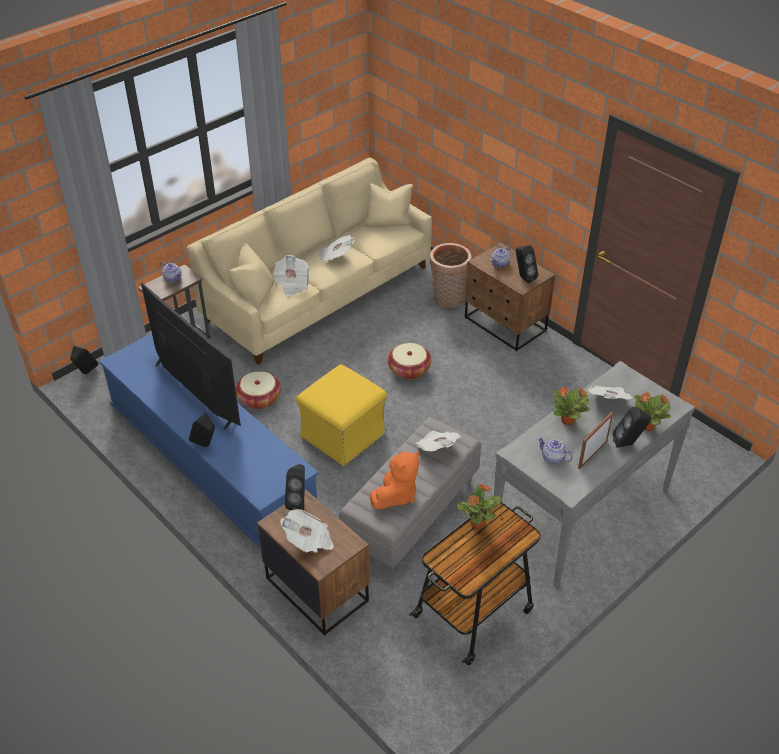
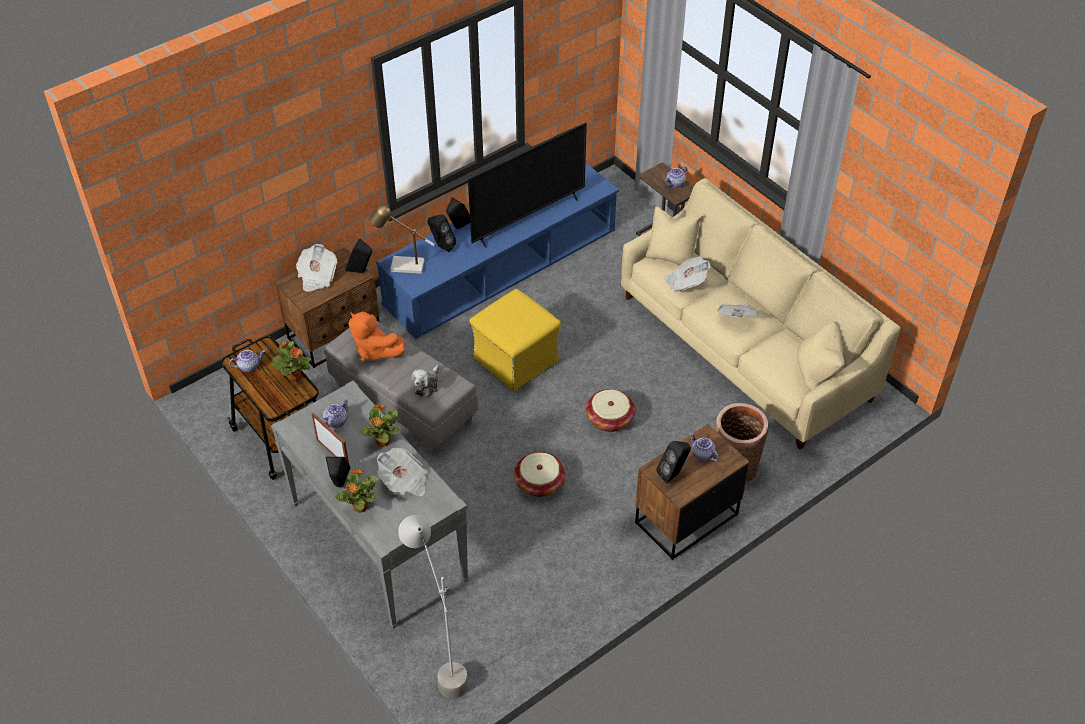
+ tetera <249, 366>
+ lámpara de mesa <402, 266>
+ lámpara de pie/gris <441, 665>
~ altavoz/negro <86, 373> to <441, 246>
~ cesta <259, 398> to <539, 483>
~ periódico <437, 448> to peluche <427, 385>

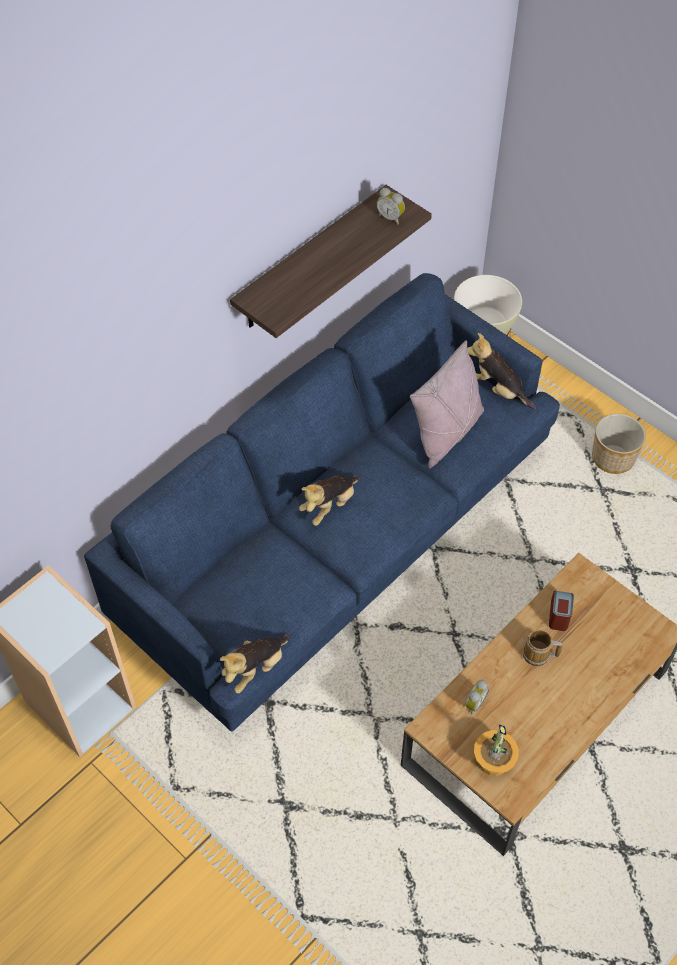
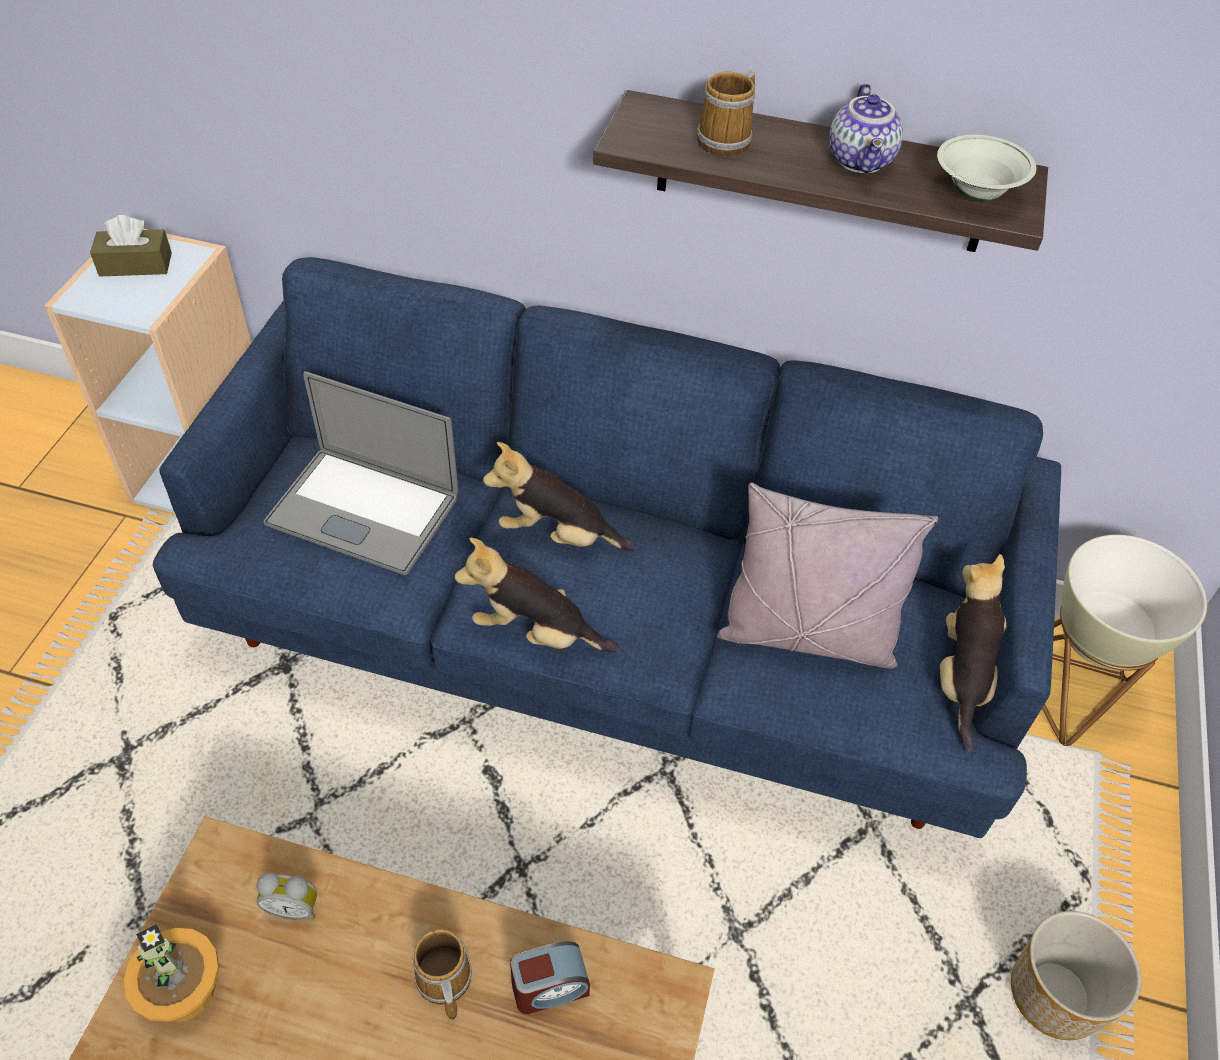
+ caja de pañuelos/marrón <135, 264>
+ portátil <363, 510>
+ taza grande <727, 140>
+ tetera <862, 161>
~ peluche <255, 668> to <536, 632>
~ despertador <391, 217> to cuenco/blanco <976, 193>

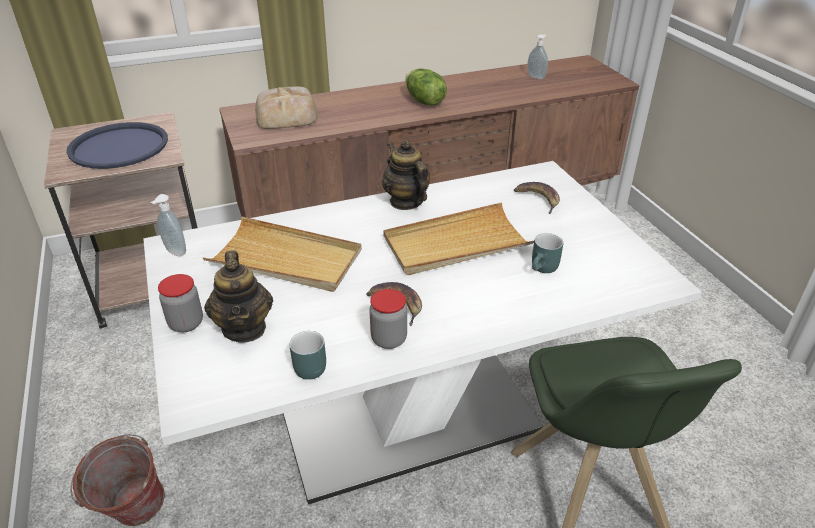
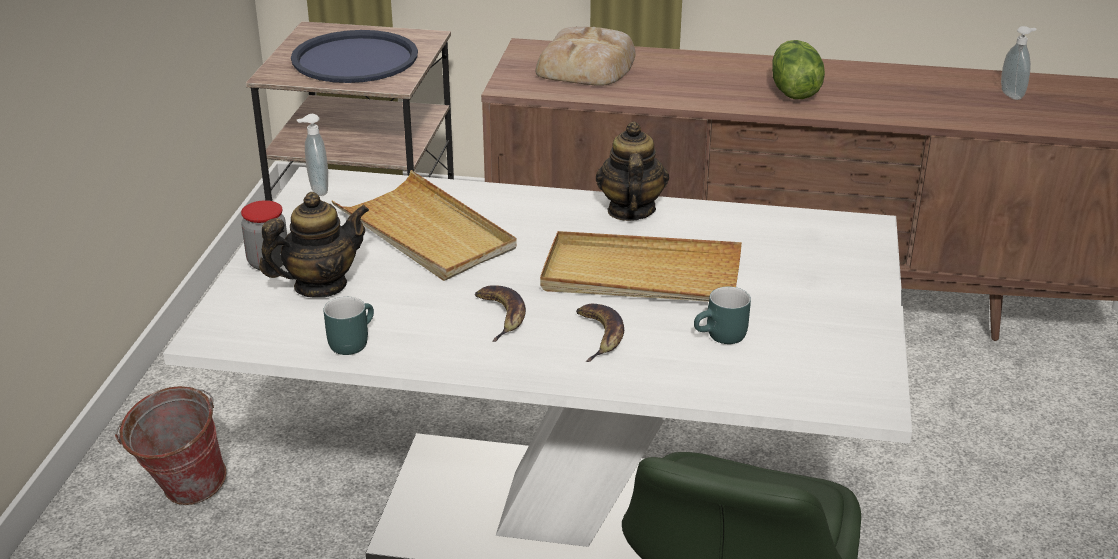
- tarro <389, 339>
~ plátano <538, 199> to <600, 336>
~ tetera <244, 328> = <320, 286> 135 degrees counterclockwise

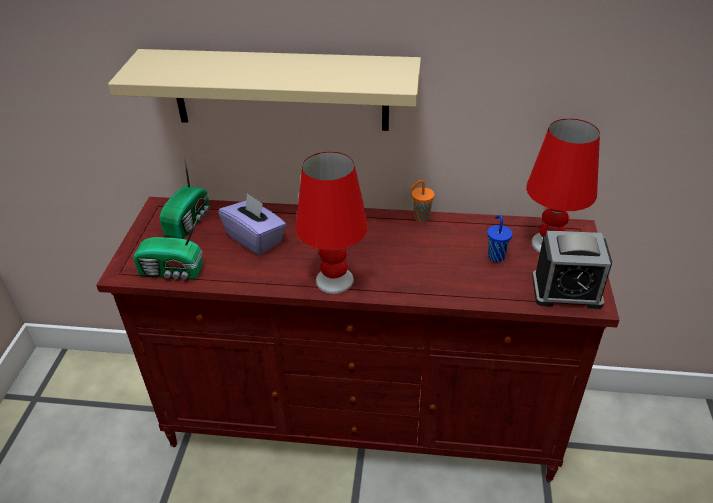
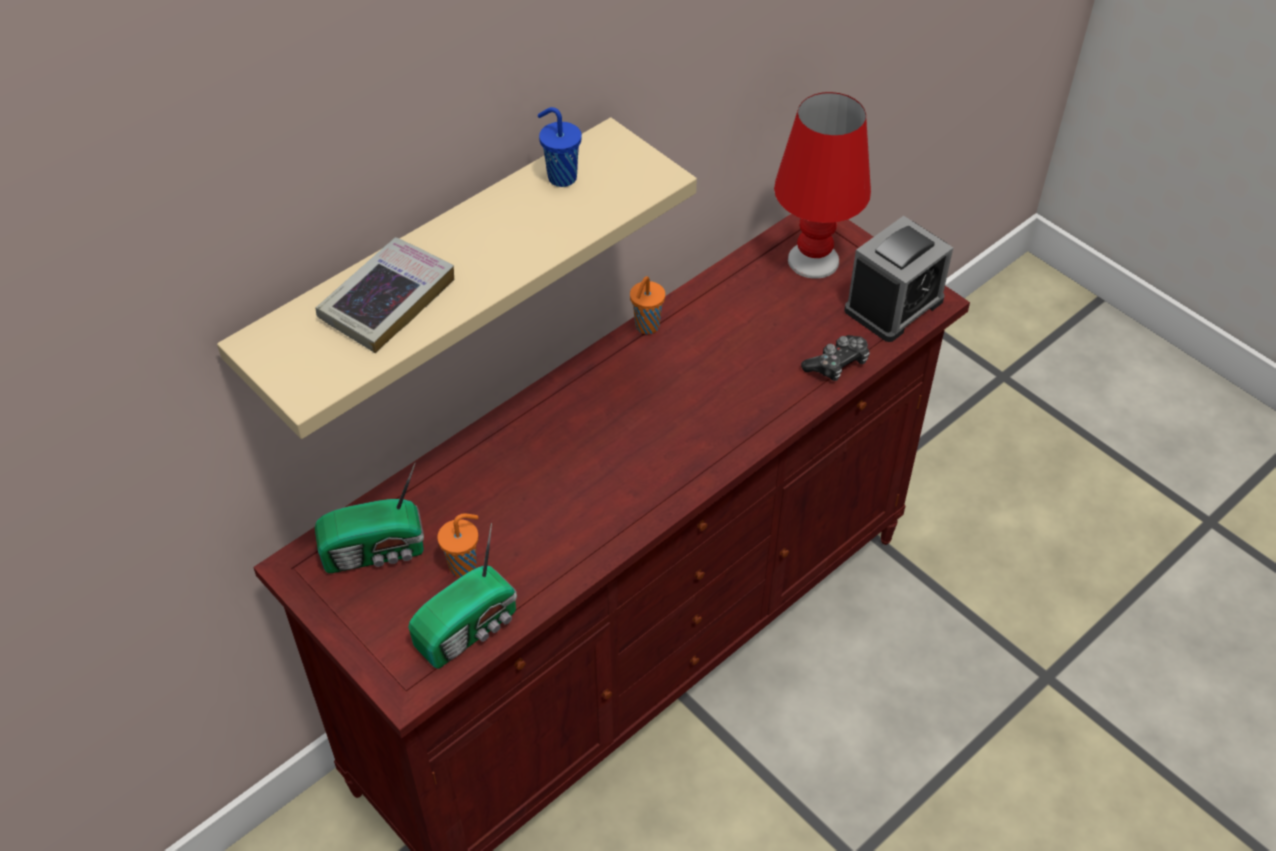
- caja de pañuelos/morado <255, 239>
- lámpara de mesa/rojo <334, 280>
+ libro <387, 301>
+ taza/naranja <464, 565>
+ mando de consola <837, 364>
~ taza/azul <495, 256> to <560, 177>
~ radio <190, 221> = <376, 551> 105 degrees clockwise

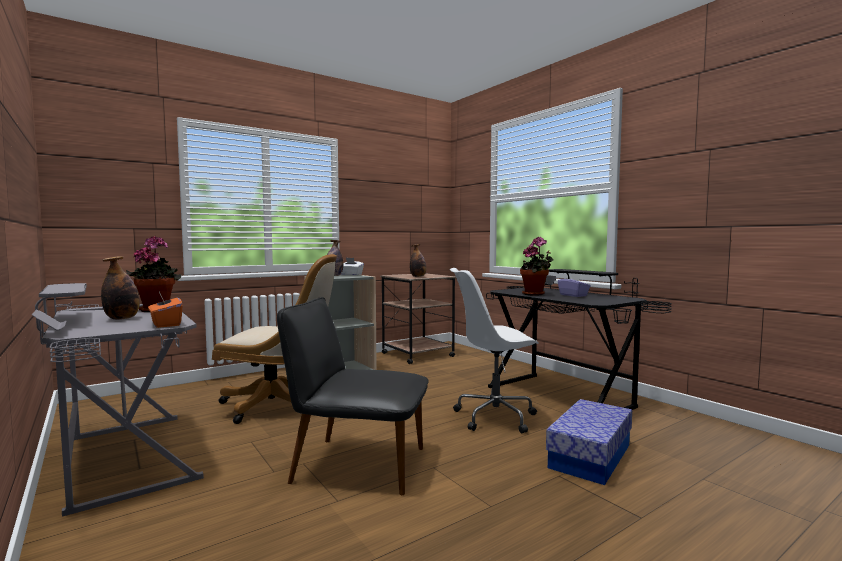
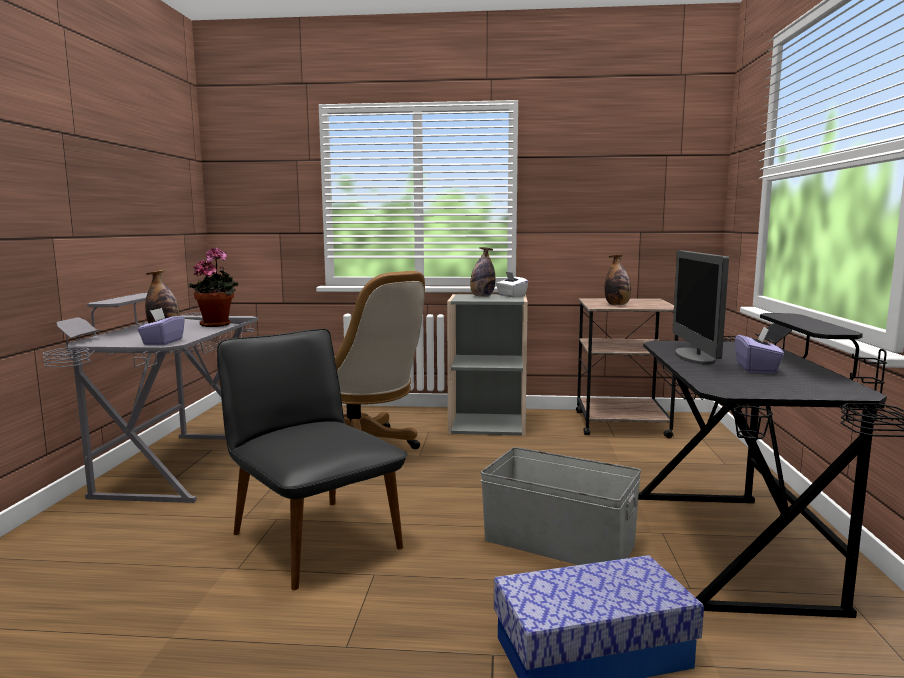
~ silla de oficina/blanco <493, 417> to caja de almacenaje/gris <558, 542>
~ planta en maceta <535, 294> to monitor <694, 357>
~ caja de pañuelos/naranja <165, 324> to caja de pañuelos/morado <162, 342>

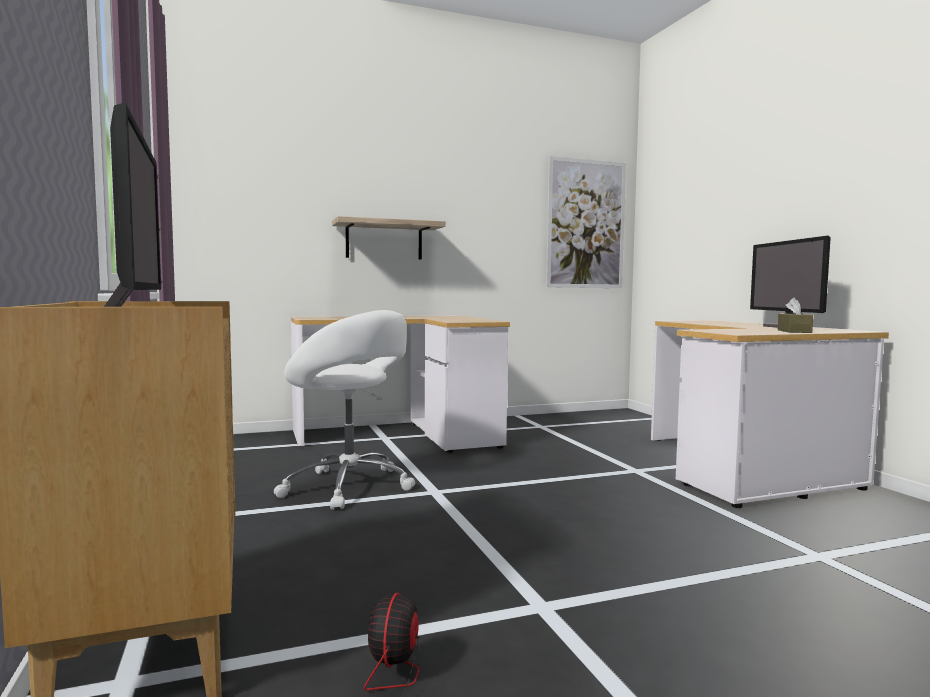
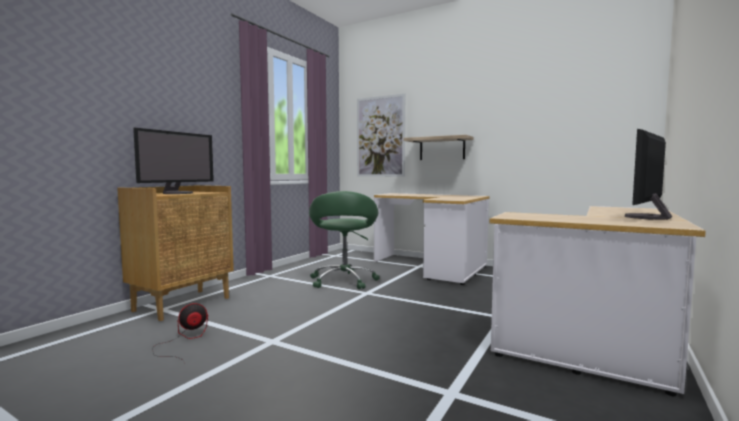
- caja de pañuelos/marrón <794, 331>
~ cuadro <586, 224> to <380, 136>
~ silla de oficina/blanco <350, 487> to silla de oficina/verde <343, 281>

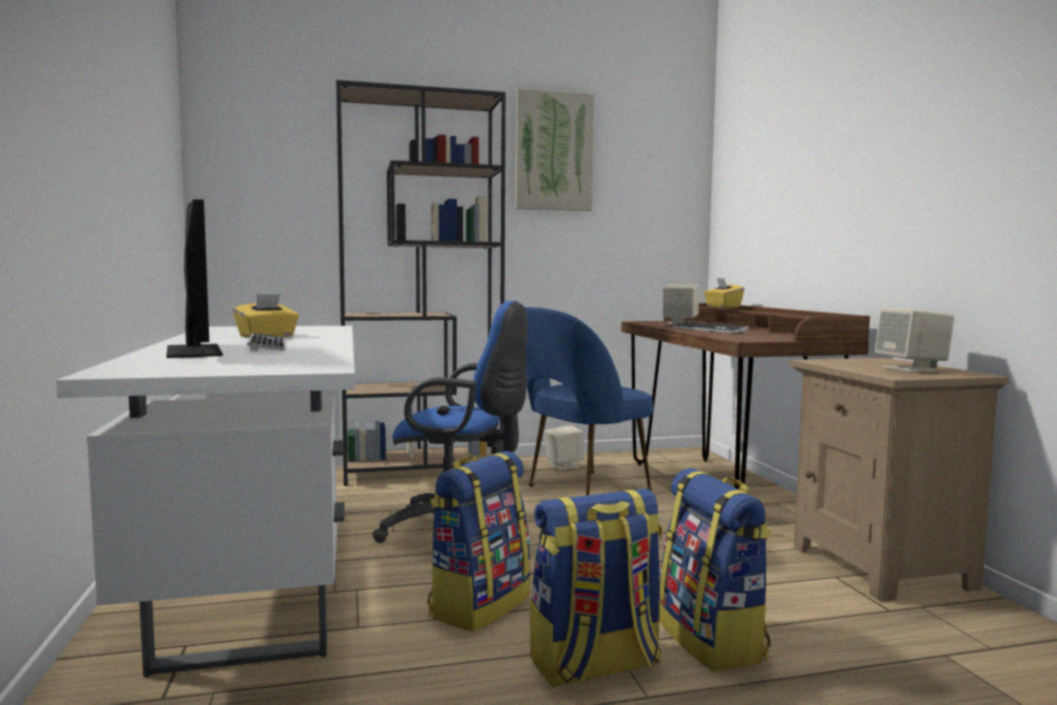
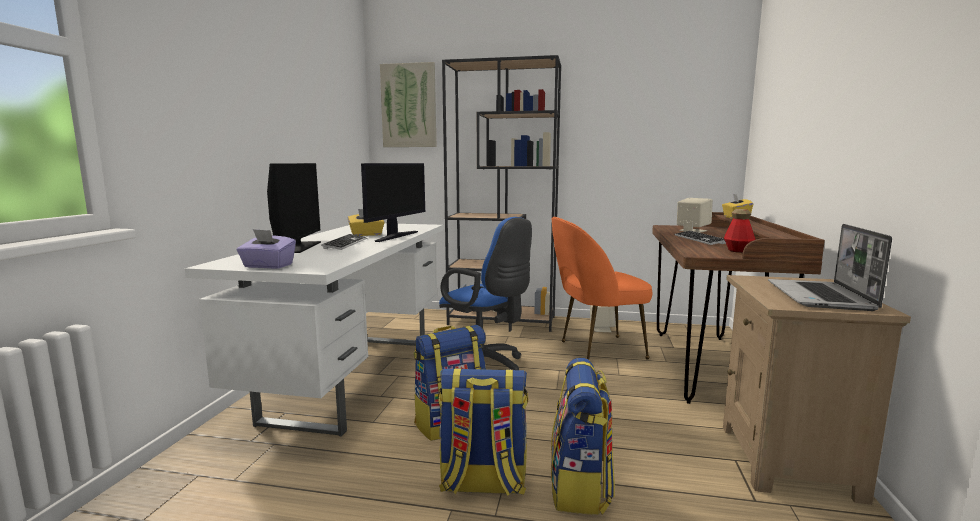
+ caja de pañuelos/morado <268, 266>
+ monitor <395, 236>
+ botella <738, 251>
~ cuadro <553, 151> to <409, 106>
~ altavoz/beis <912, 369> to portátil <821, 297>
~ silla/azul <581, 490> to silla/naranja <595, 350>

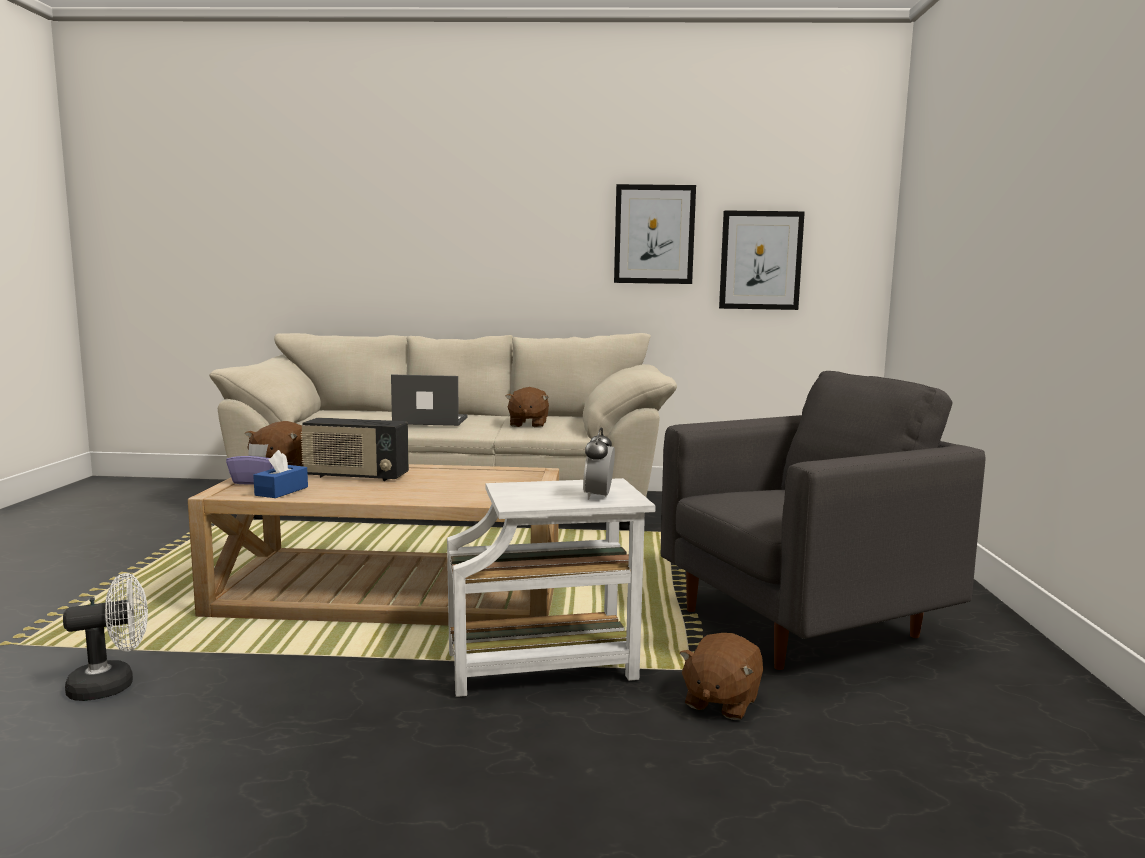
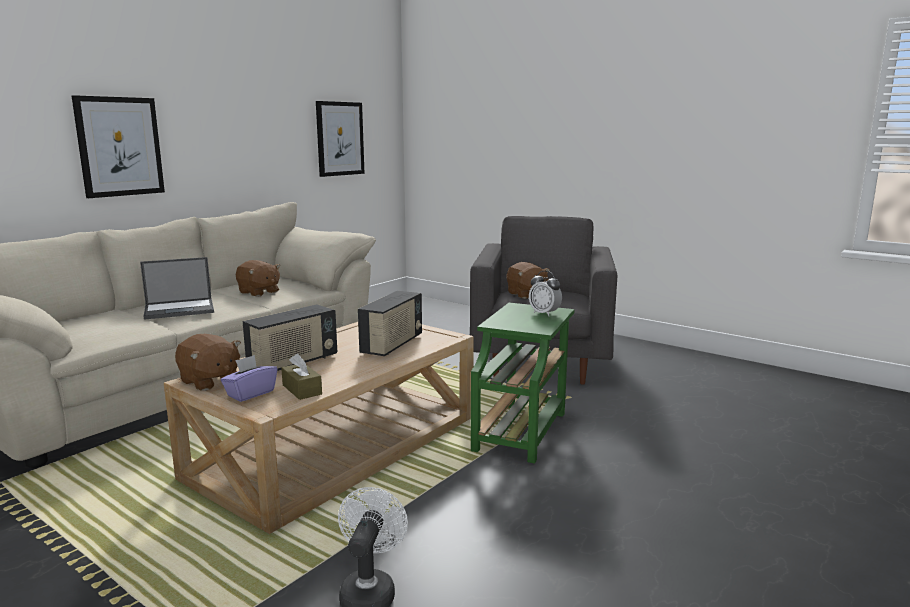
+ radio <392, 345>
~ cuadro <654, 234> to <119, 146>
~ peluche/marrón <720, 701> to <526, 294>
~ caja de pañuelos/azul <281, 491> to caja de pañuelos/marrón <302, 390>
~ mesa auxiliar/blanco <547, 666> to mesa auxiliar/verde <521, 430>
~ portátil <429, 420> = <180, 309> 150 degrees counterclockwise

